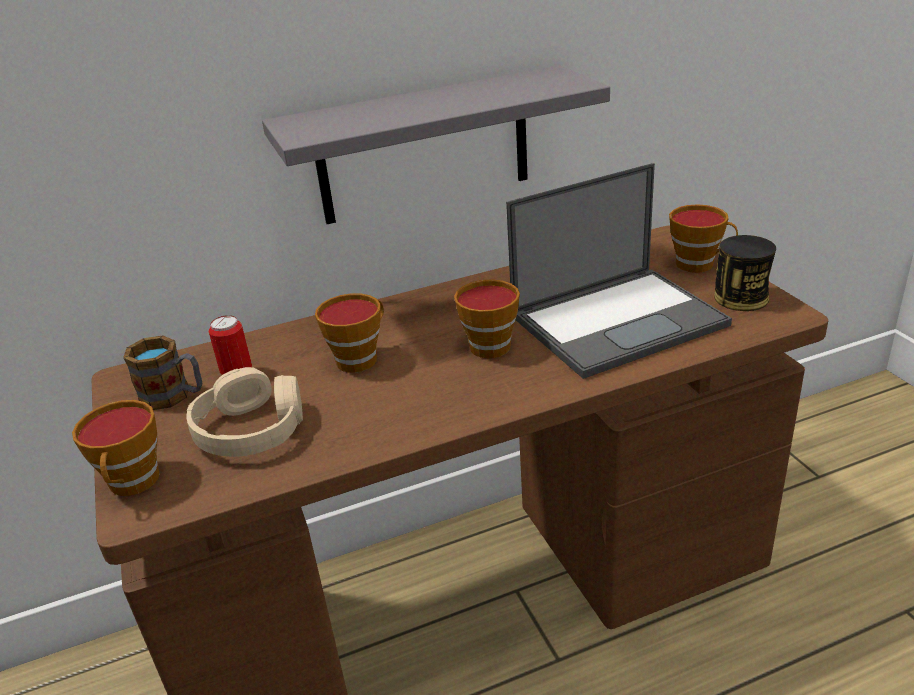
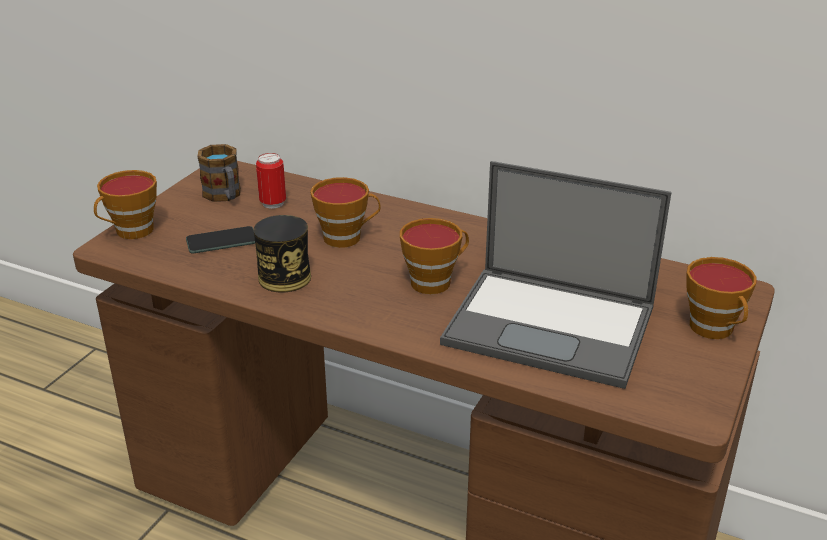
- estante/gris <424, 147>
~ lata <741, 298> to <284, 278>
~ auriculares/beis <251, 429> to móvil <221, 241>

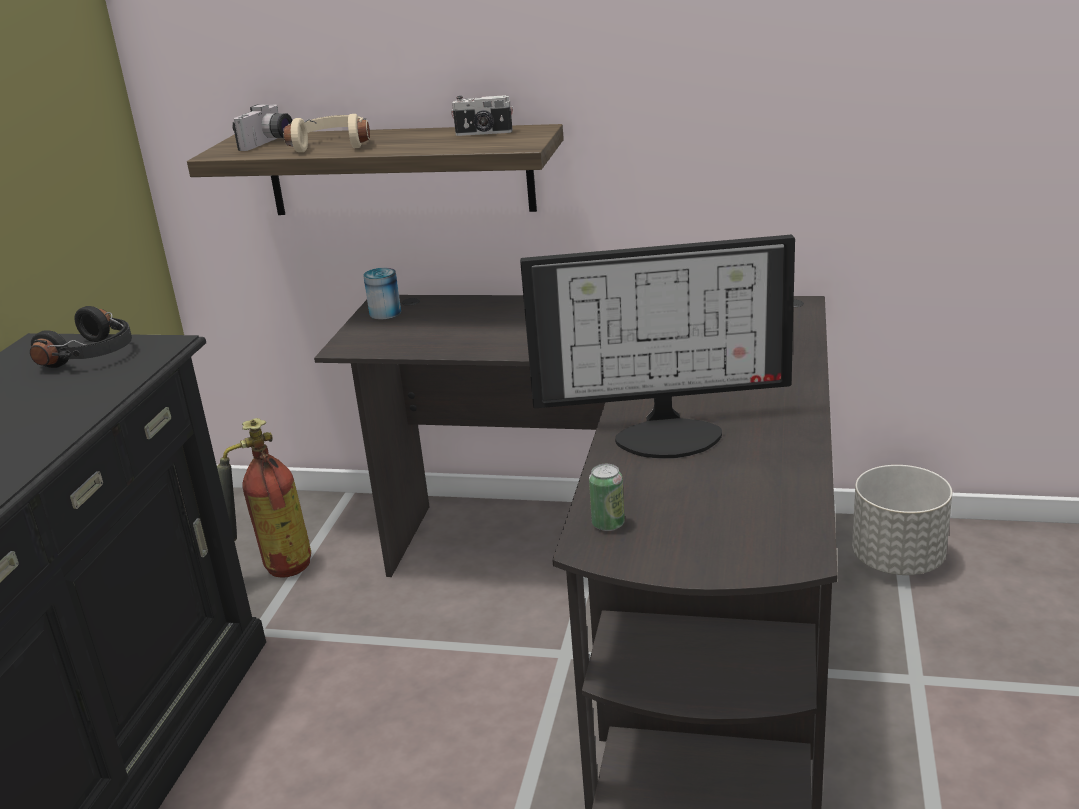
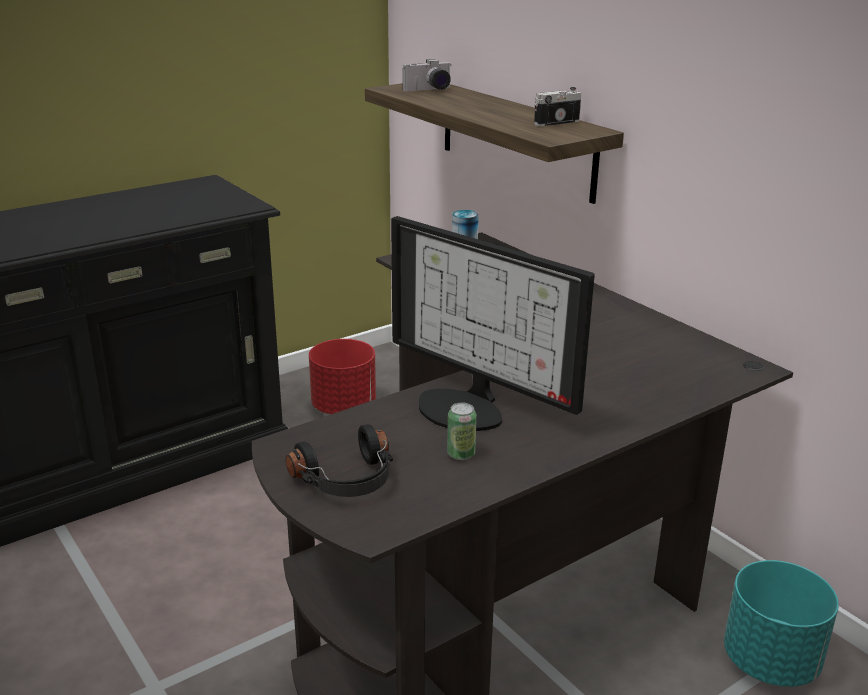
- auriculares/beis <333, 144>
~ auriculares/negro <93, 354> to <348, 481>
~ lata <608, 524> to <461, 454>
~ extintor <269, 573> to maceta/rojo <344, 407>
~ maceta/gris <898, 560> to maceta/turquesa <771, 661>
~ cámara <484, 133> = <555, 122> 105 degrees clockwise

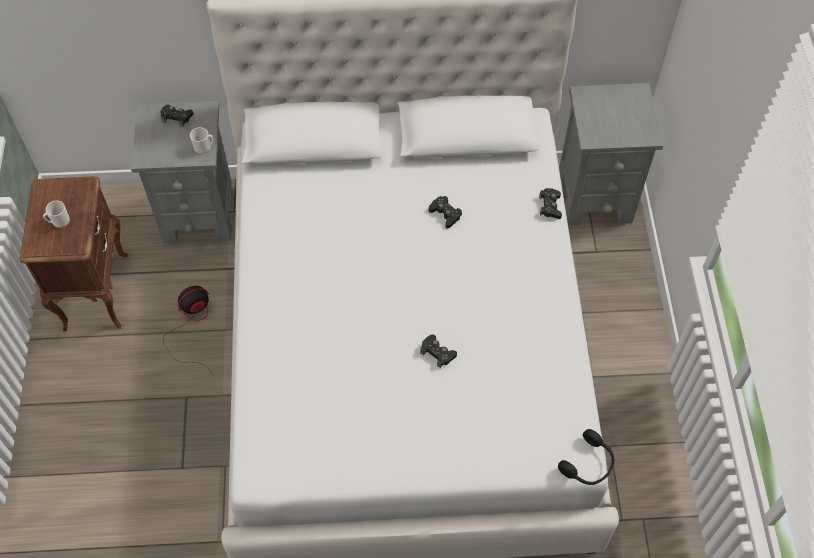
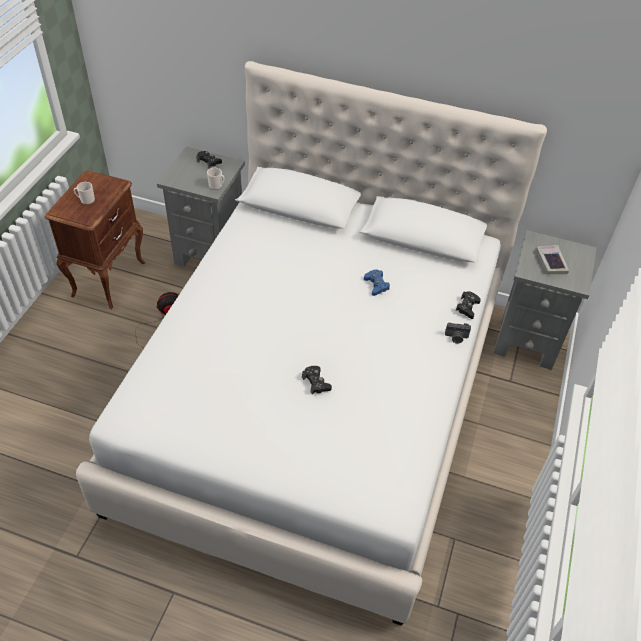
- auriculares/negro <588, 464>
+ cámara <456, 337>
+ libro <551, 262>
~ mando de consola/negro <445, 214> to mando de consola/azul <376, 285>

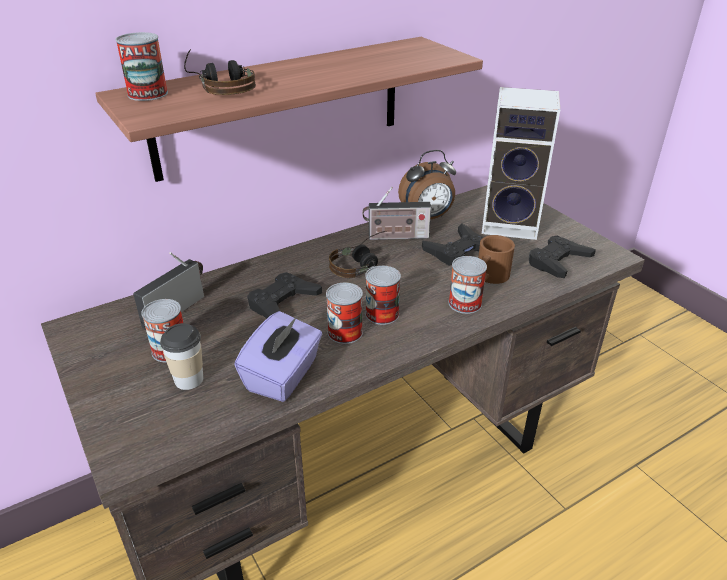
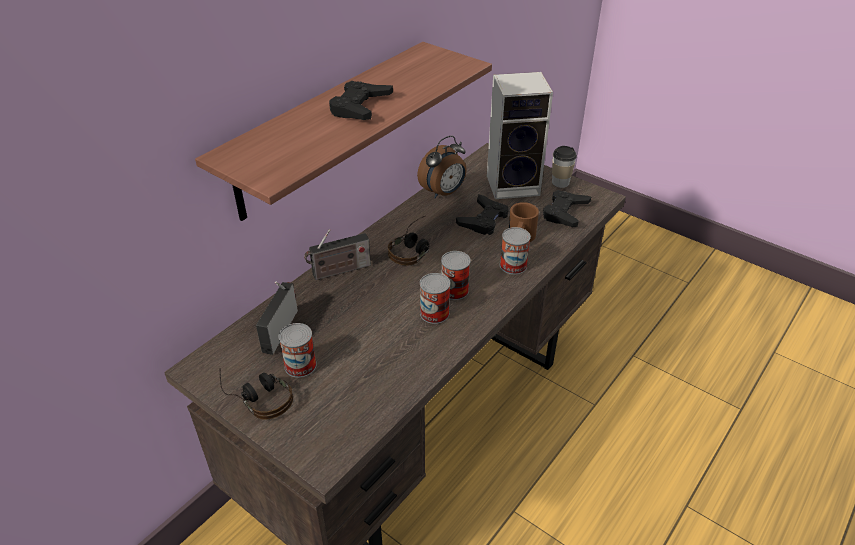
- lata <148, 94>
- caja de pañuelos/morado <283, 376>
~ taza <189, 379> to <560, 182>
~ auriculares <221, 85> to <258, 396>
~ mando de consola/negro <283, 302> to <360, 106>
~ radio <395, 237> to <339, 271>

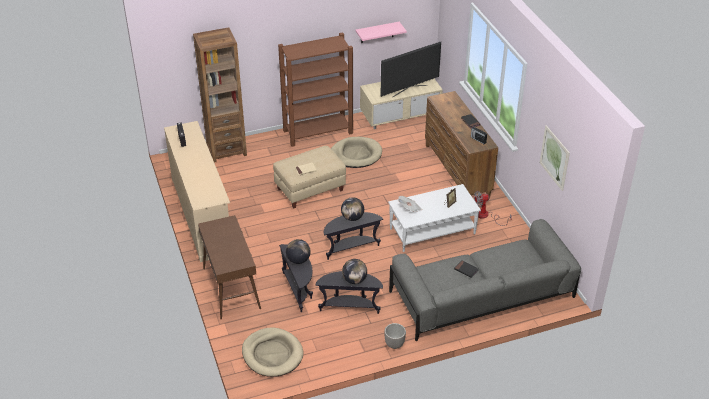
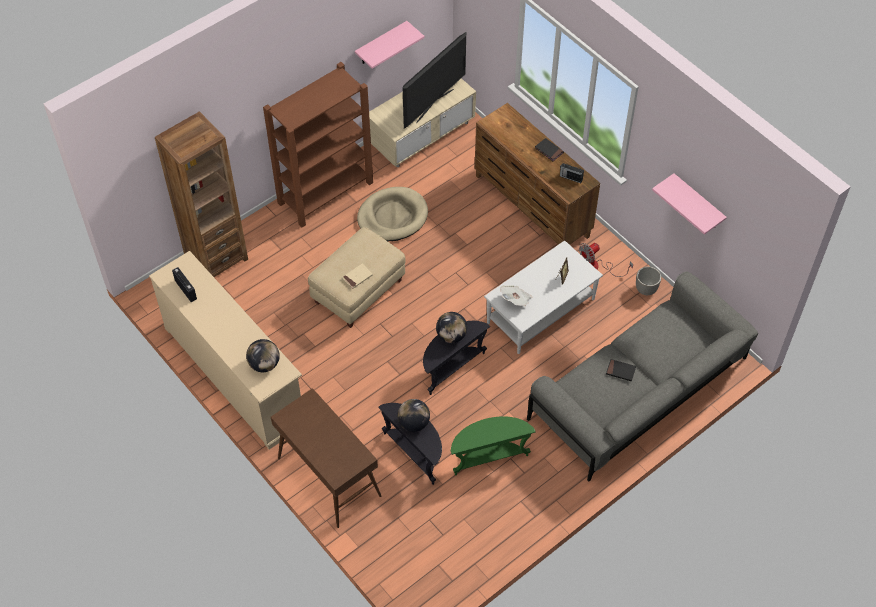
- cama para perro/beis <272, 354>
~ globo terráqueo <354, 280> to <264, 364>
~ maceta <394, 345> to <646, 290>
~ cuadro <554, 157> to estante/rosa <698, 202>
~ mesa auxiliar/negro <349, 306> to mesa auxiliar/verde <488, 457>

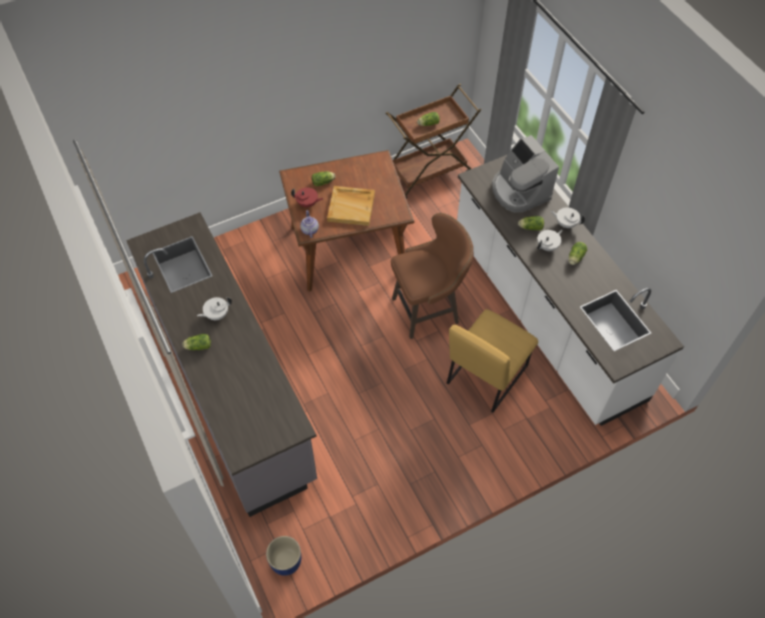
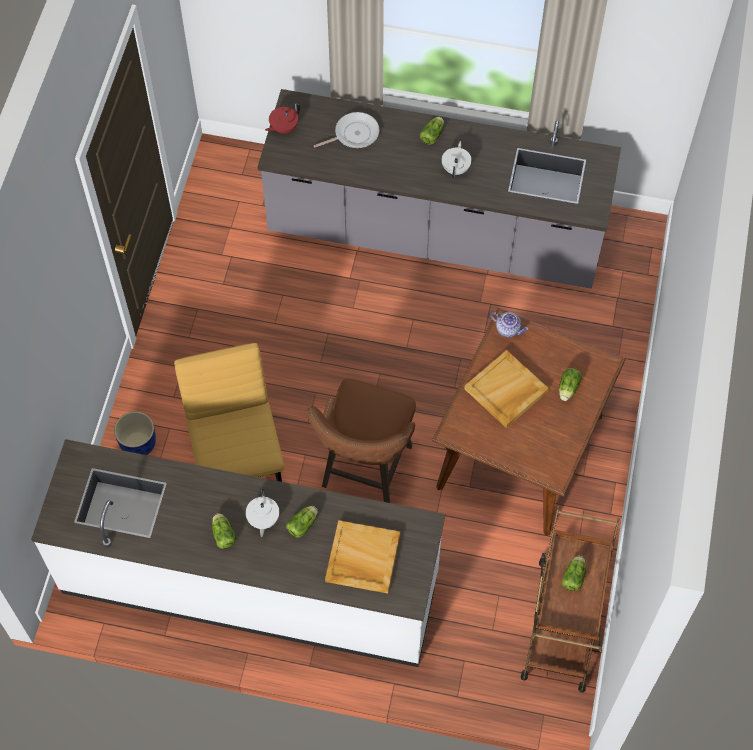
- tetera/blanco <565, 223>
+ sartén <354, 134>
~ maceta/azul <286, 562> to <138, 443>
~ tetera/rojo <307, 203> to <283, 128>
~ cafetera <519, 191> to bandeja/beis <362, 558>

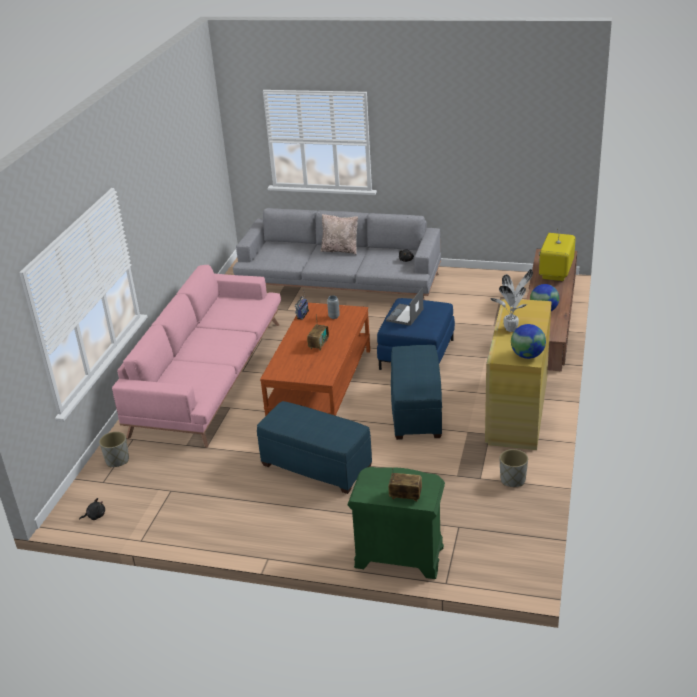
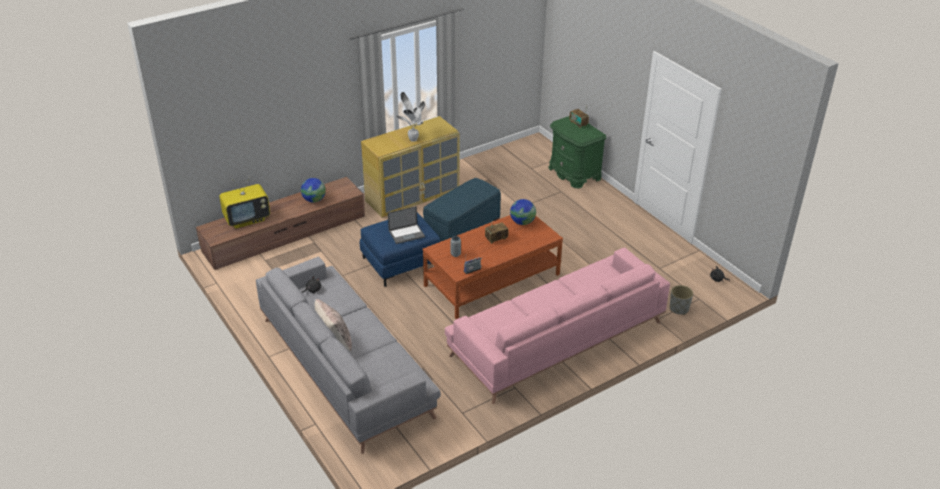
- puf/azul <316, 466>
- maceta/gris <512, 480>
~ globo terráqueo <527, 355> to <522, 222>

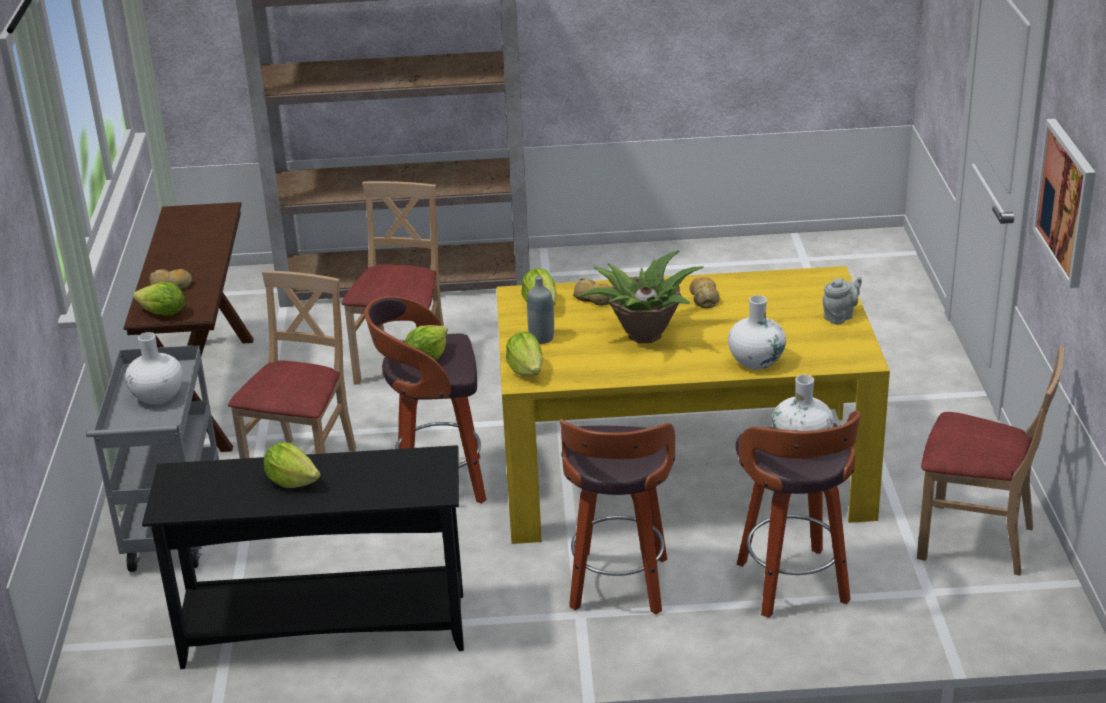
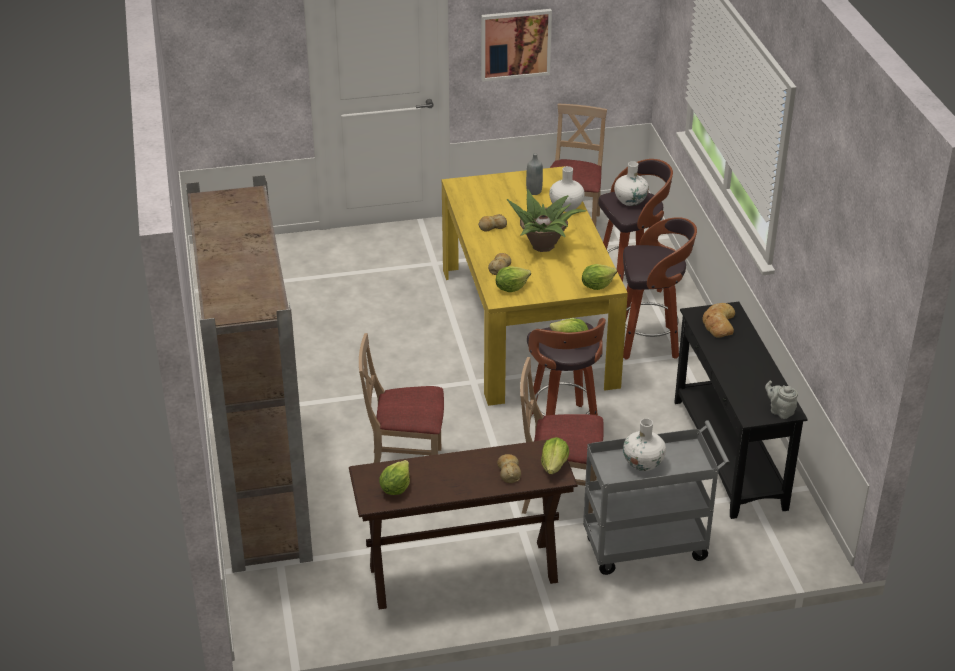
+ pan <718, 324>
~ lechuga <292, 481> to <395, 488>
~ botella/gris <541, 338> to <534, 191>
~ tetera/gris <840, 316> to <780, 411>

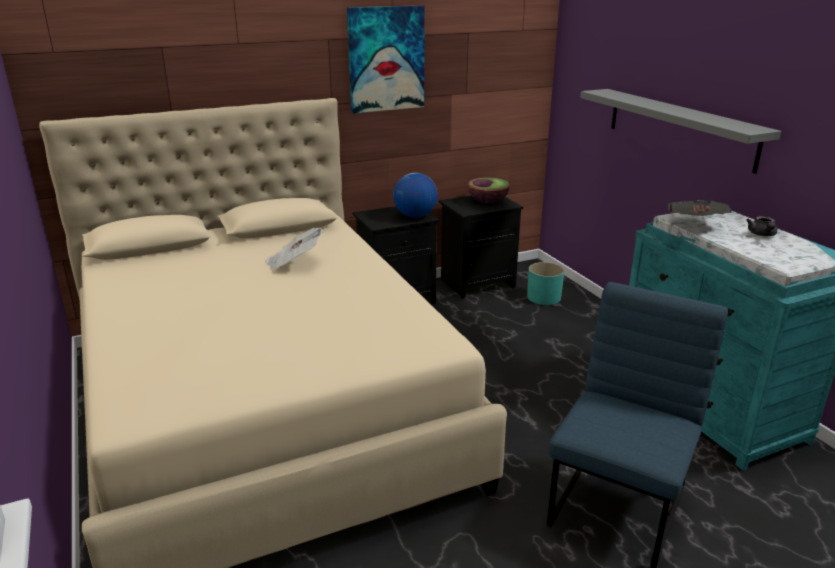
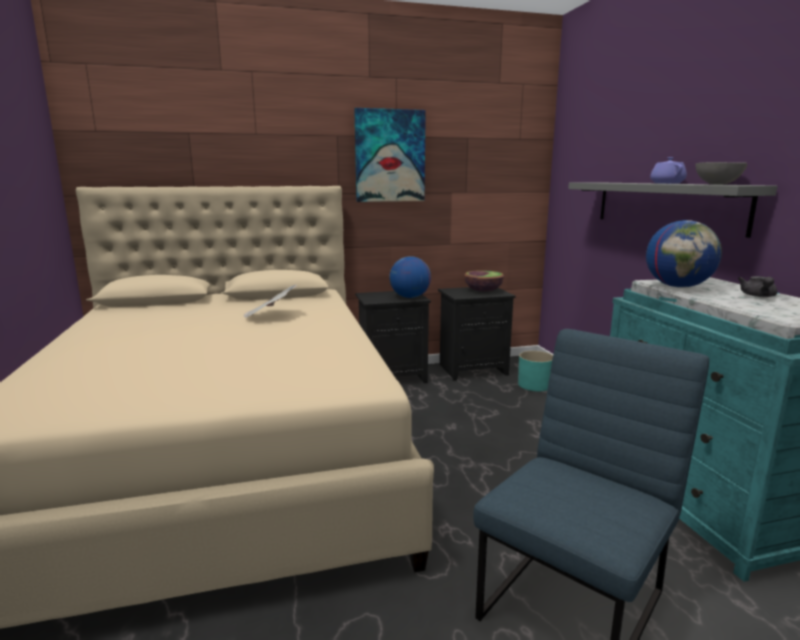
+ tetera/morado <666, 183>
+ cuenco/gris <716, 184>
~ periódico <695, 224> to globo terráqueo <678, 286>

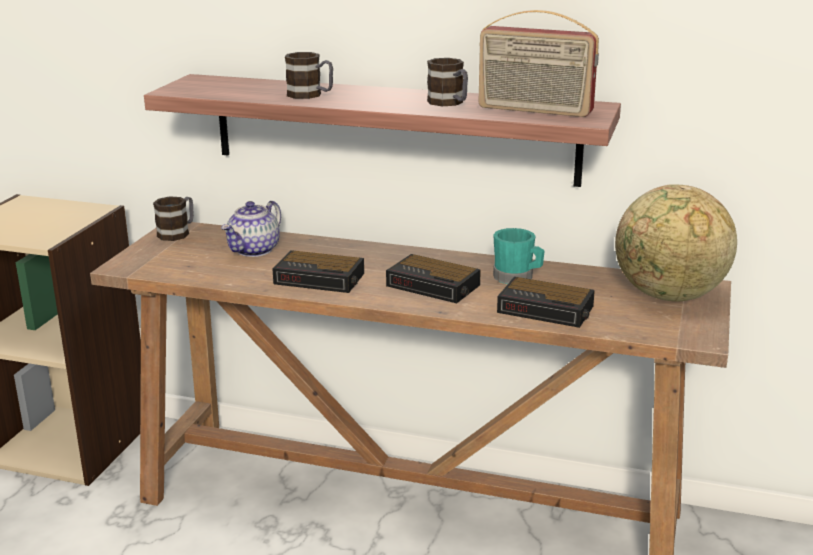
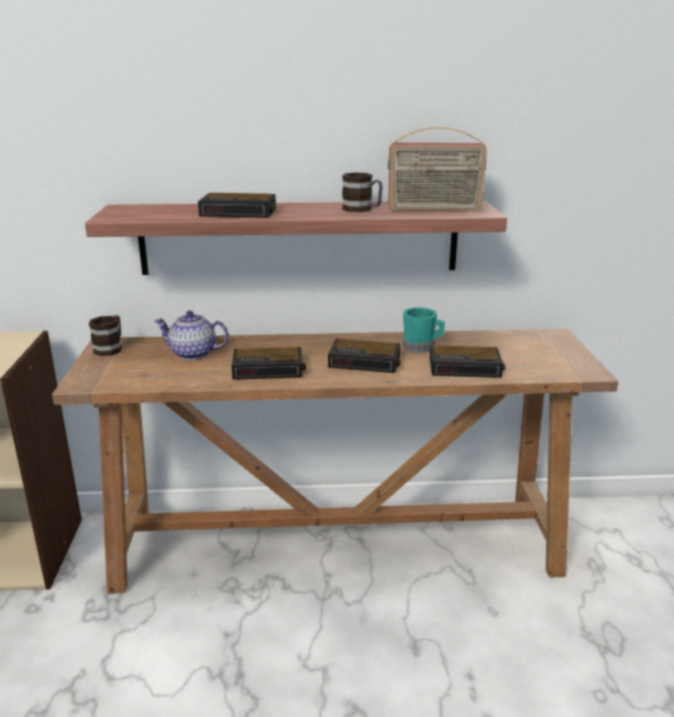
- globo terráqueo <669, 296>
~ taza grande <311, 95> to despertador <240, 212>
~ tetera <254, 250> = <192, 354> 90 degrees clockwise

